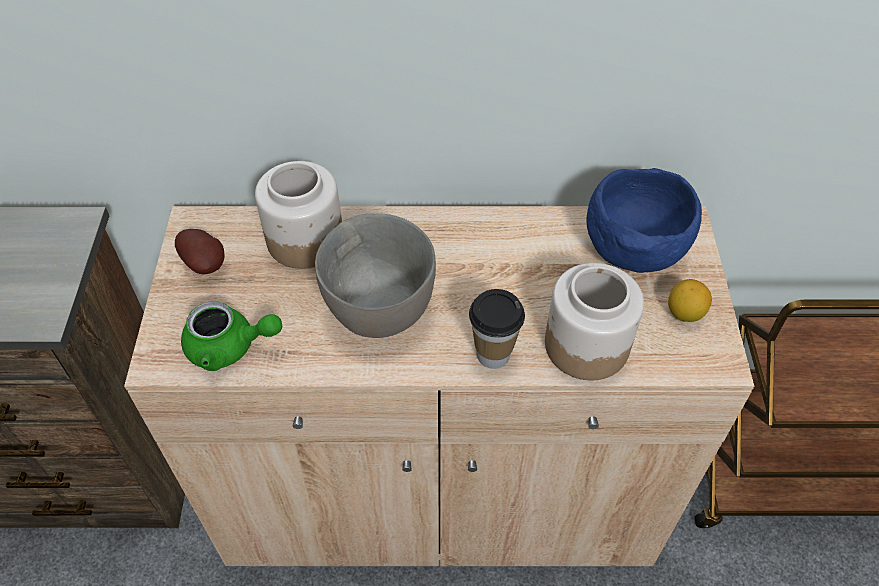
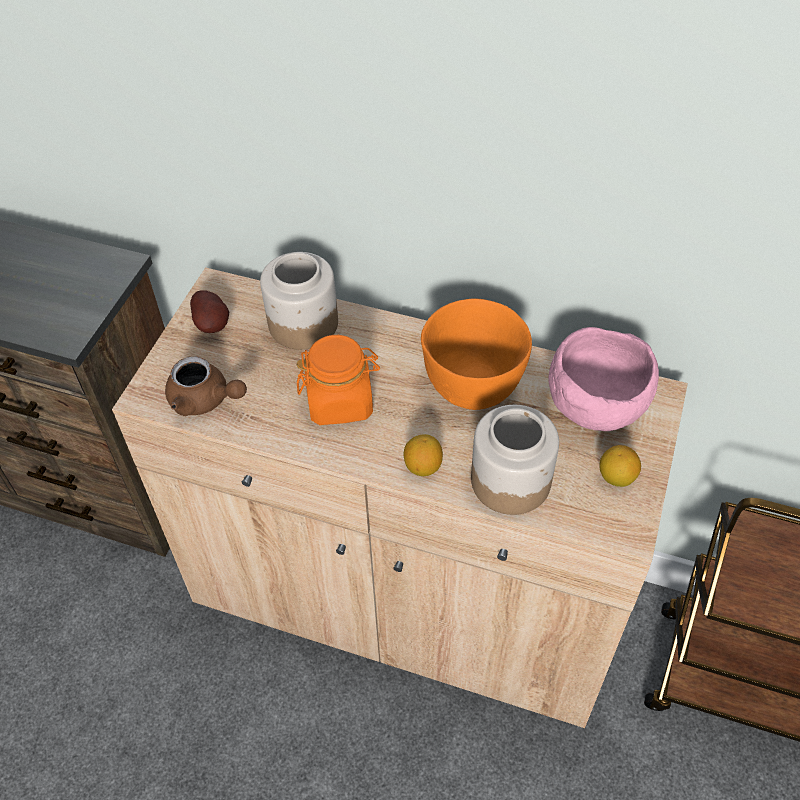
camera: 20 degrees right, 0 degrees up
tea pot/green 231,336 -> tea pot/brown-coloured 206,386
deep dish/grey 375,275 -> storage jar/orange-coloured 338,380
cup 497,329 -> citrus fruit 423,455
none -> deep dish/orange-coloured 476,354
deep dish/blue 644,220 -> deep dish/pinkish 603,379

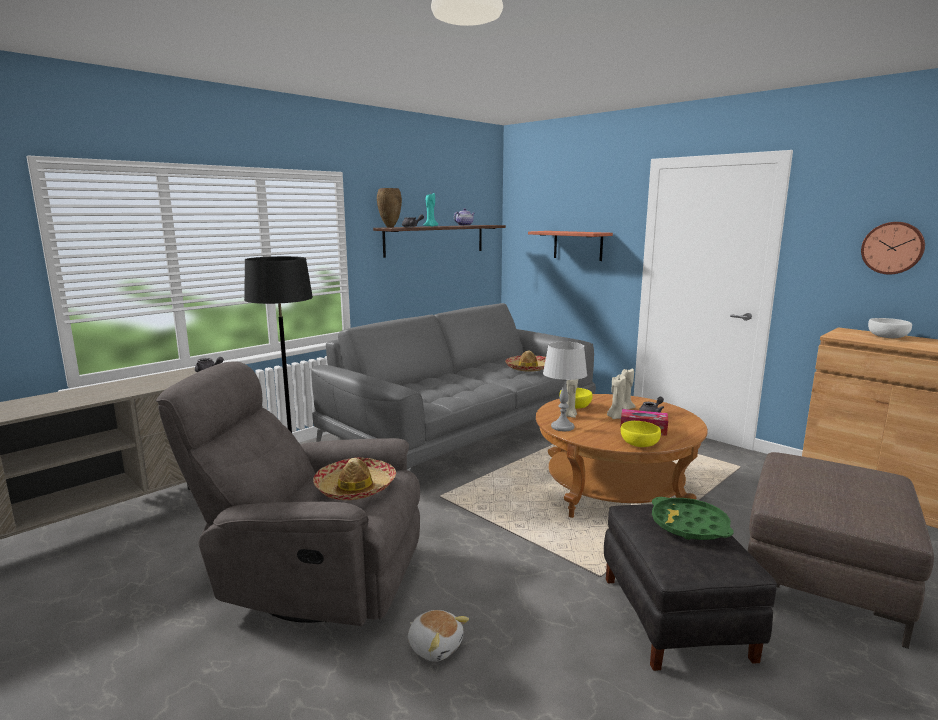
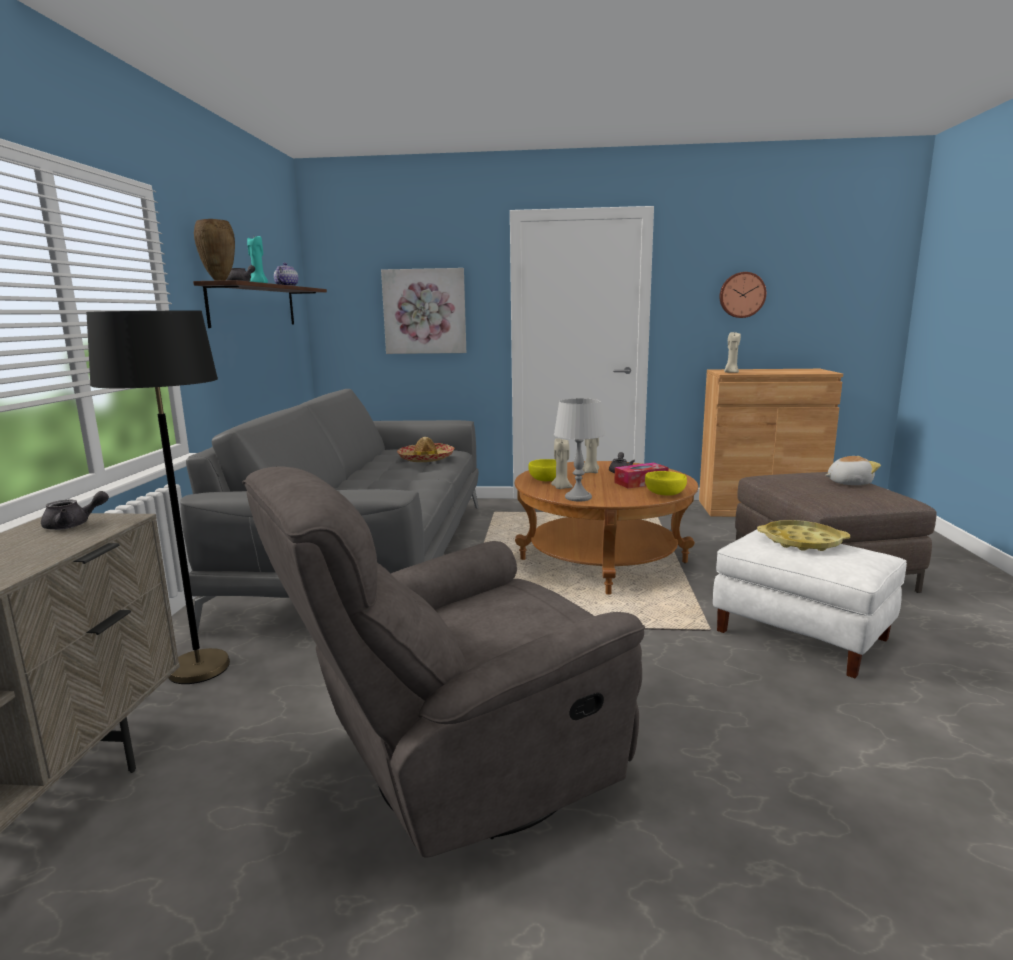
camera: 40 degrees left, 0 degrees up
wall shelf 570,246 -> picture 423,311
footrest/black 690,587 -> footrest/white 810,603
wax candle/beige-coloured 616,396 -> wax candle/beige-coloured 732,352, shifted
serving tray/green 693,518 -> serving tray/yellow 803,535
soft toy 438,636 -> soft toy 853,470, shifted
clothing hat 354,478 -> none
deep dish/white 890,328 -> none

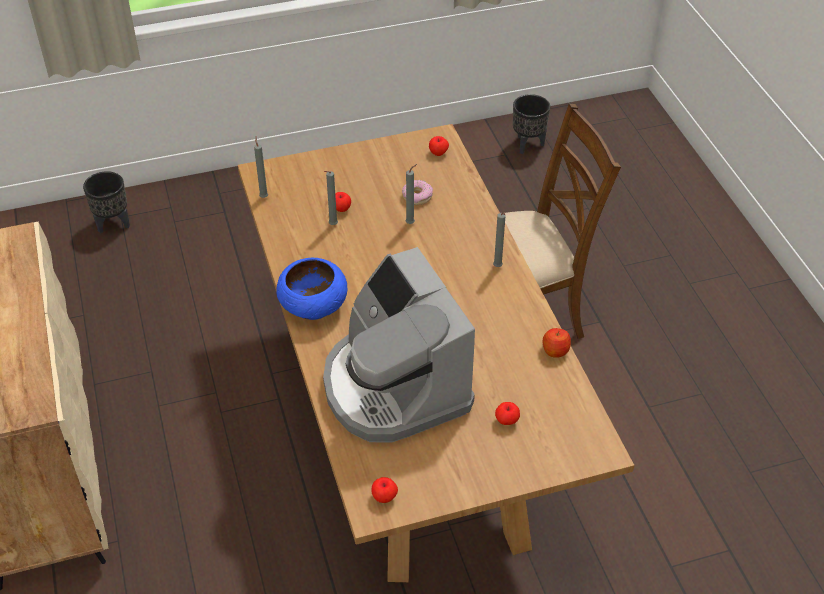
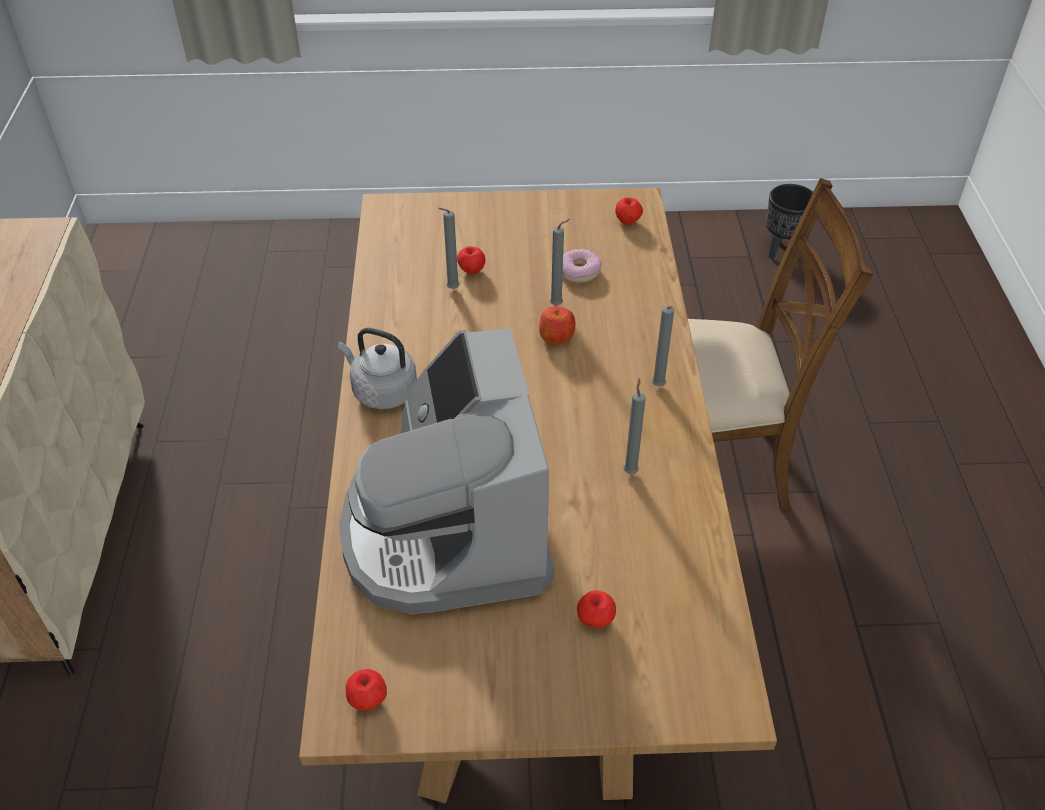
camera: 15 degrees right, 0 degrees up
deep dish/blue 311,288 -> tea kettle/grey 377,368
whole apple 557,343 -> whole apple 557,325, shifted
wax candle/grey 261,167 -> wax candle/grey 635,426, shifted
planter/black 106,202 -> none

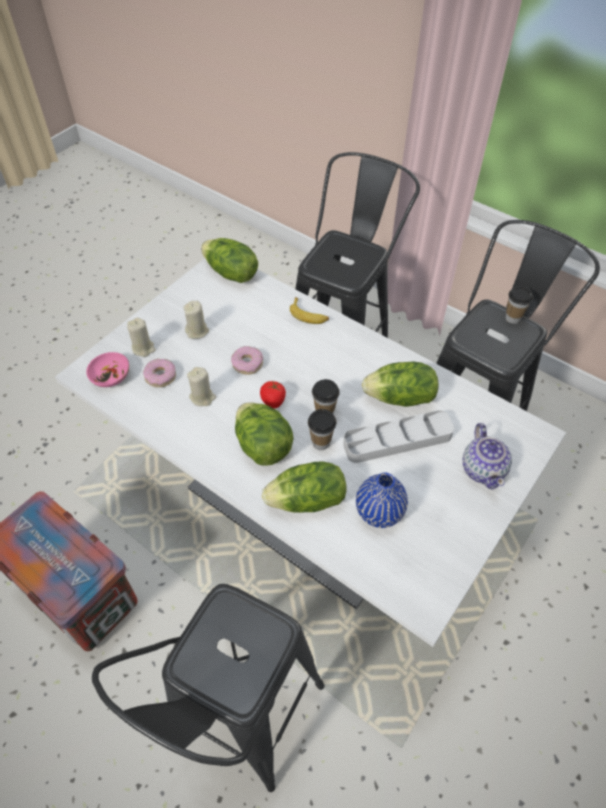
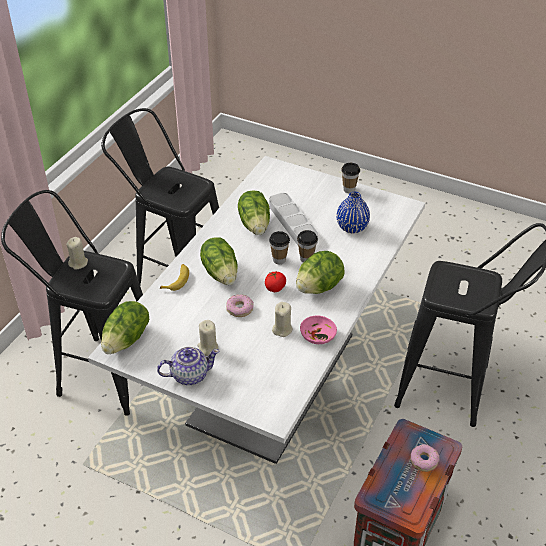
camera: 100 degrees left, 10 degrees down
wax candle/beige-coloured 141,337 -> wax candle/beige-coloured 77,253, shifted
tea pot 487,456 -> tea pot 188,366, shifted
head of lettuce 304,487 -> head of lettuce 218,261, shifted
deep dish/pinkish 107,369 -> deep dish/pinkish 318,329, shifted
cup 519,305 -> cup 350,178, shifted
ring doughnut 159,373 -> ring doughnut 425,458, shifted

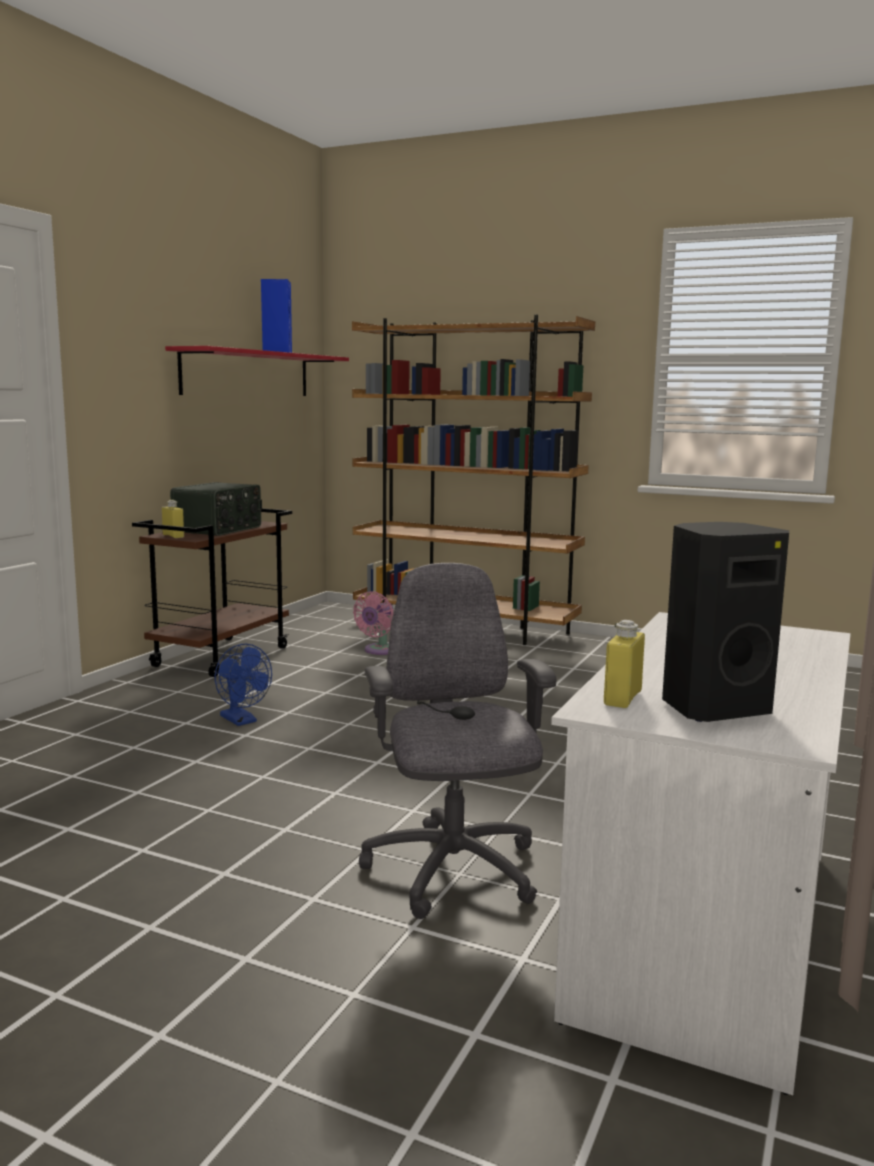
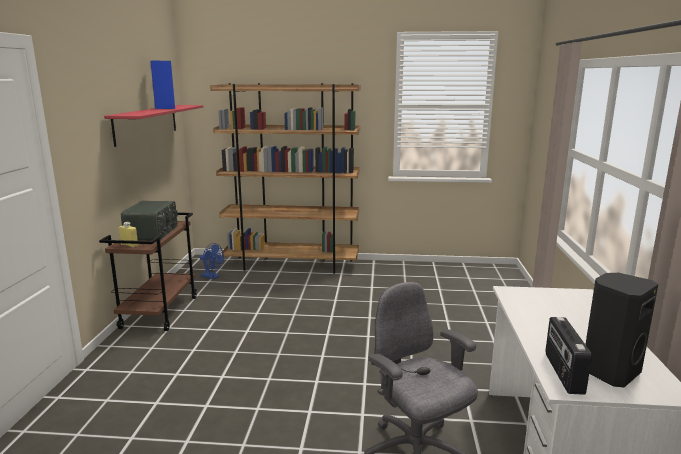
camera: 20 degrees left, 5 degrees up
cooling fan/blue 243,685 -> cooling fan/blue 211,261, shifted
bottle/yellow 624,664 -> radio receiver 569,356
cooling fan/pinkish 373,623 -> none

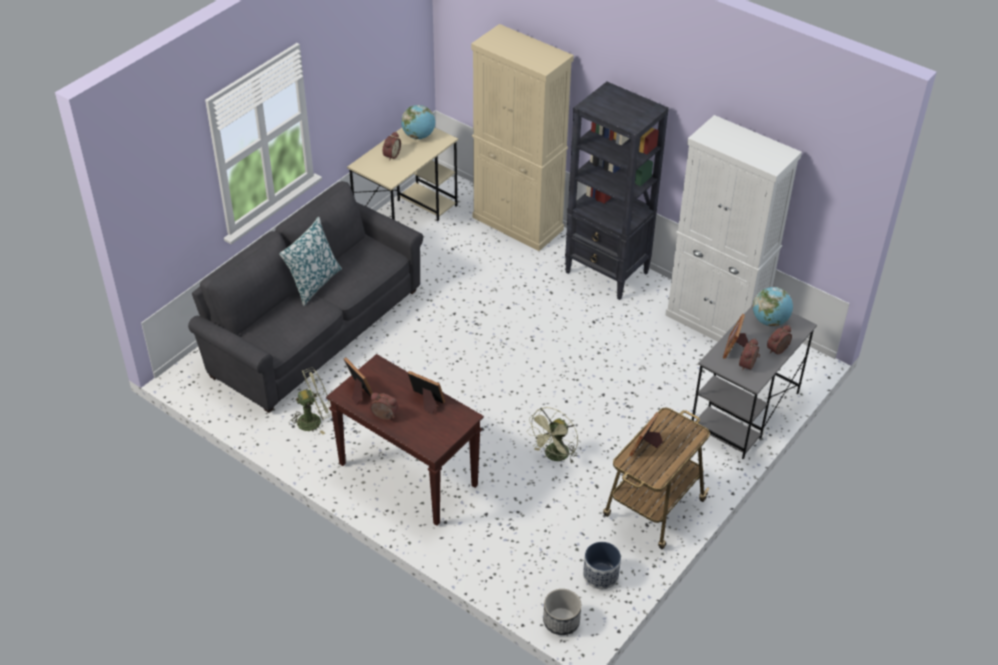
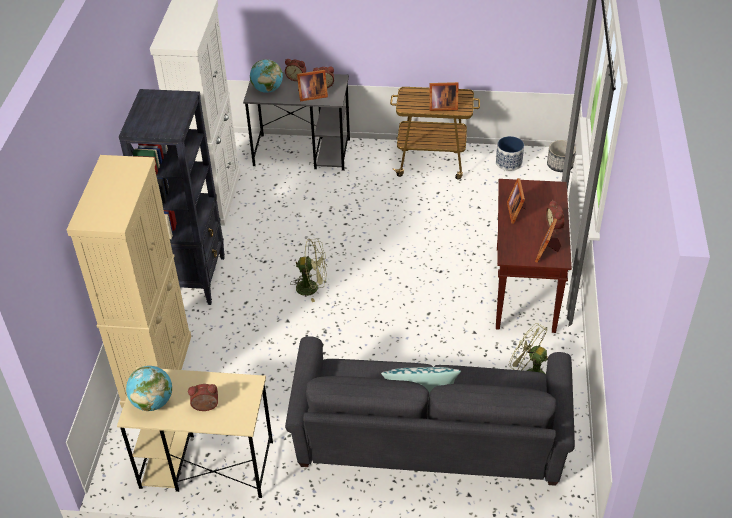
camera: 120 degrees left, 0 degrees up
cooling fan/green 552,435 -> cooling fan/green 308,270, shifted

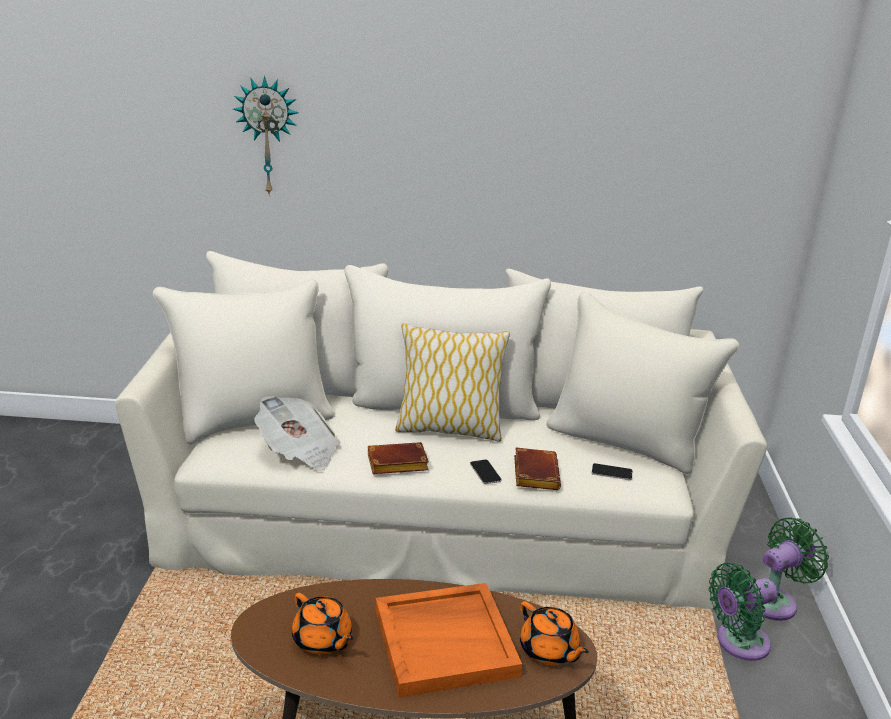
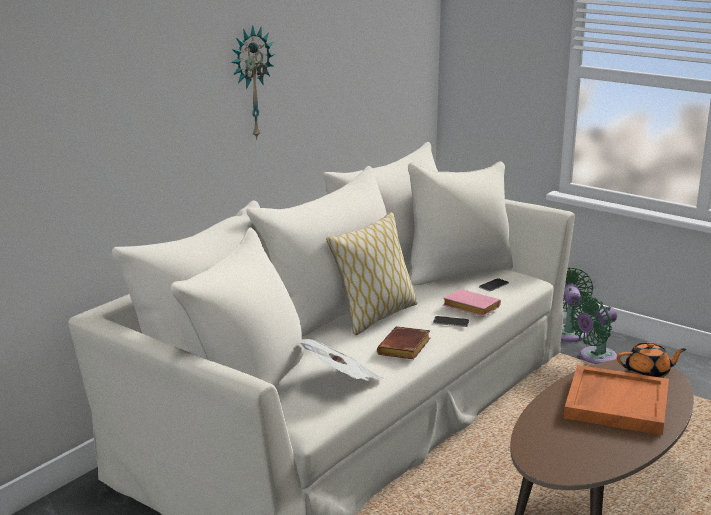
camera: 55 degrees left, 5 degrees down
wall clock 266,136 -> wall clock 253,82, shifted
bound book/brown-coloured 537,469 -> bound book/pinkish 472,303
cooling fan/green 743,611 -> cooling fan/green 593,330, 45 degrees clockwise
tea pot/orange-coloured 323,623 -> none

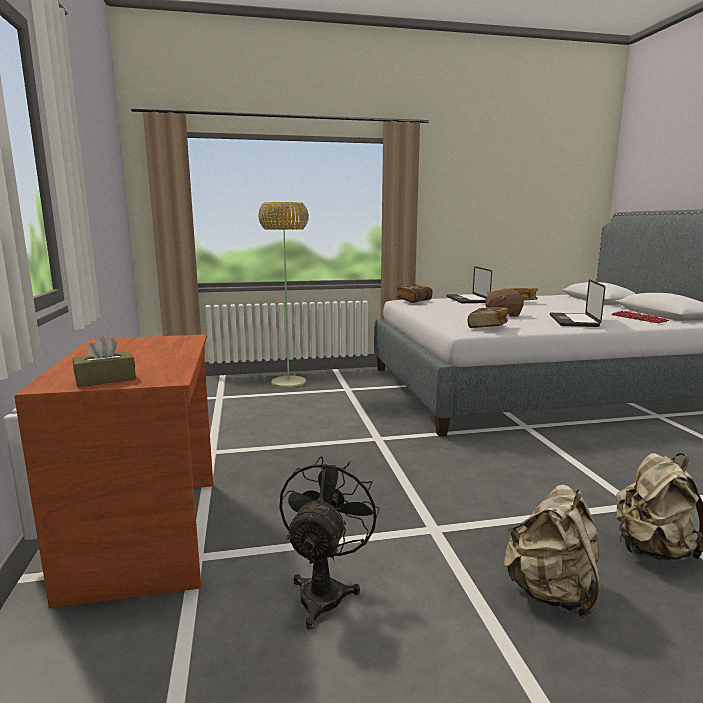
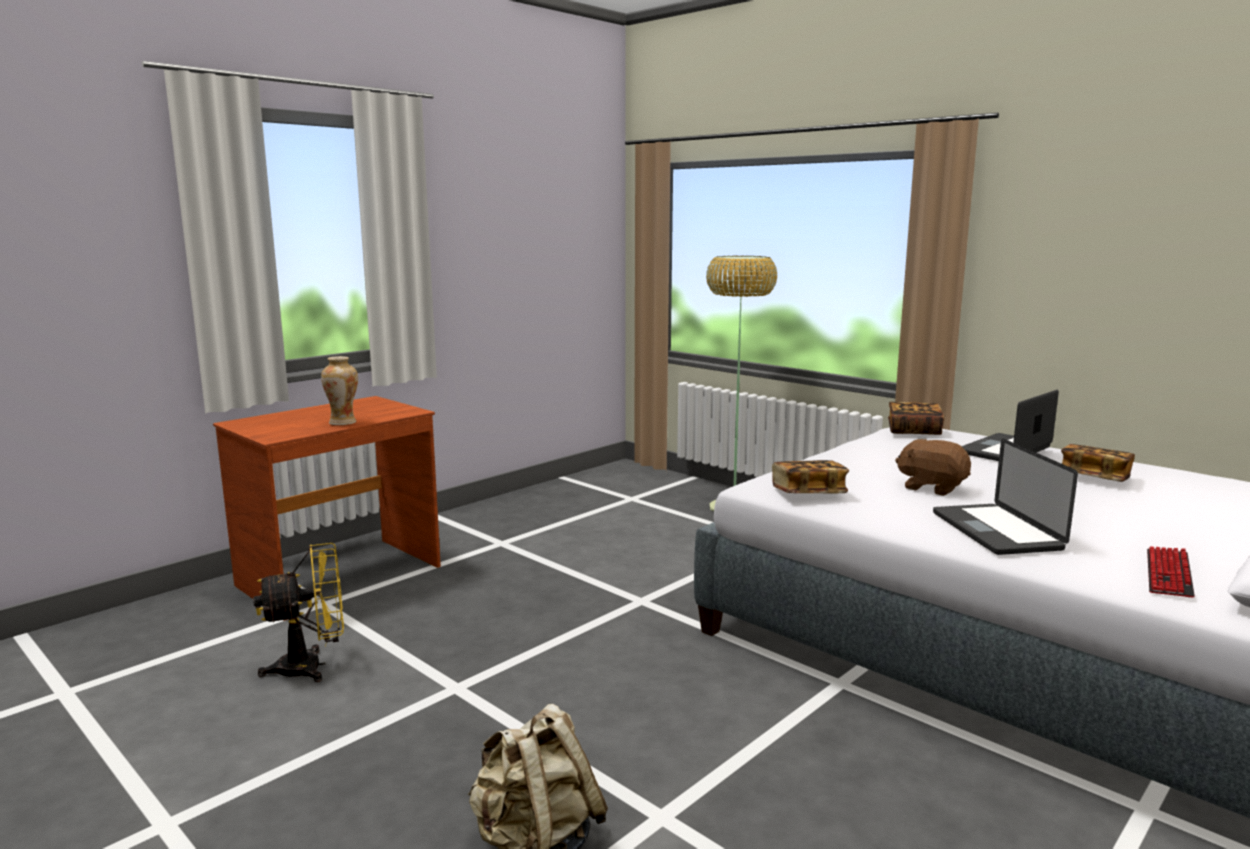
camera: 55 degrees right, 0 degrees up
cooling fan/black 329,542 -> cooling fan/yellow 298,612
none -> vase 339,390
portable computer 577,303 -> portable computer 1005,497, 75 degrees counterclockwise
tissue holder/brown-coloured 104,361 -> none
rucksack/beige-coloured 551,551 -> none

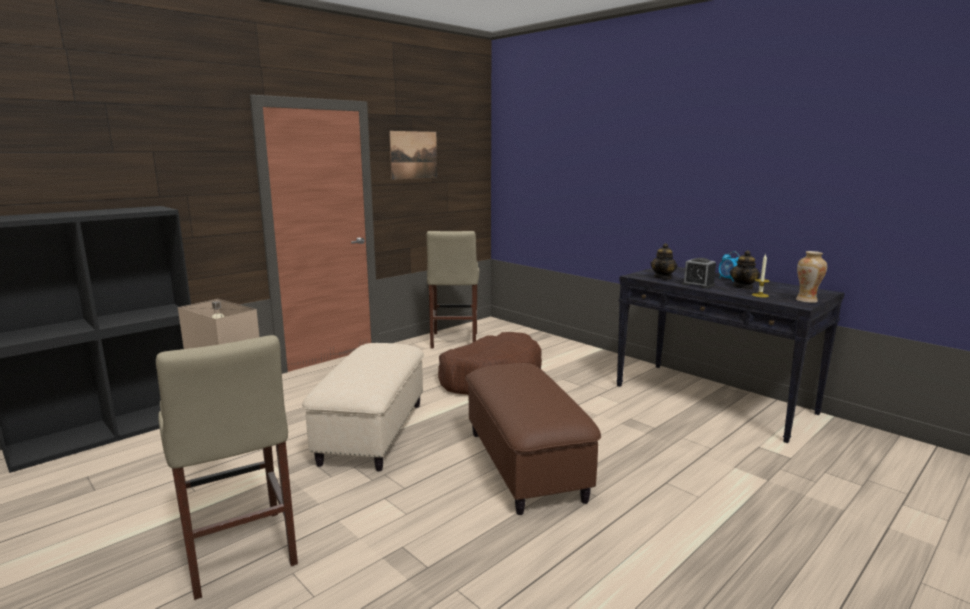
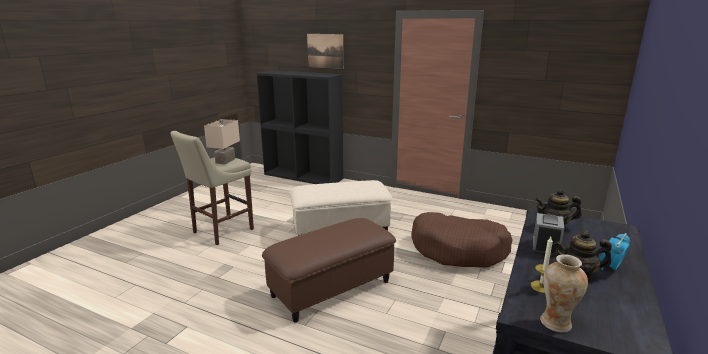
camera: 70 degrees right, 5 degrees up
picture 413,155 -> picture 325,51, shifted
stool/beige-coloured 452,289 -> none

